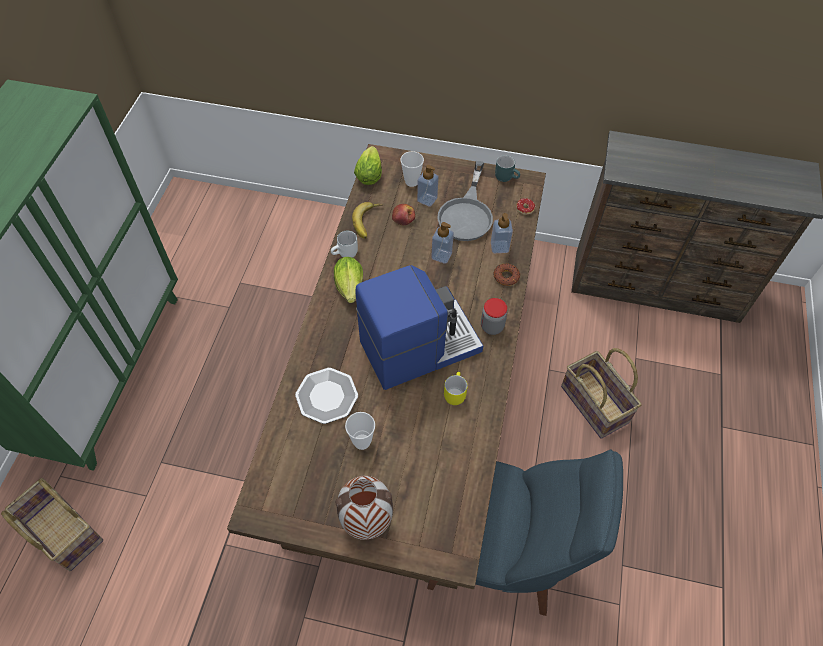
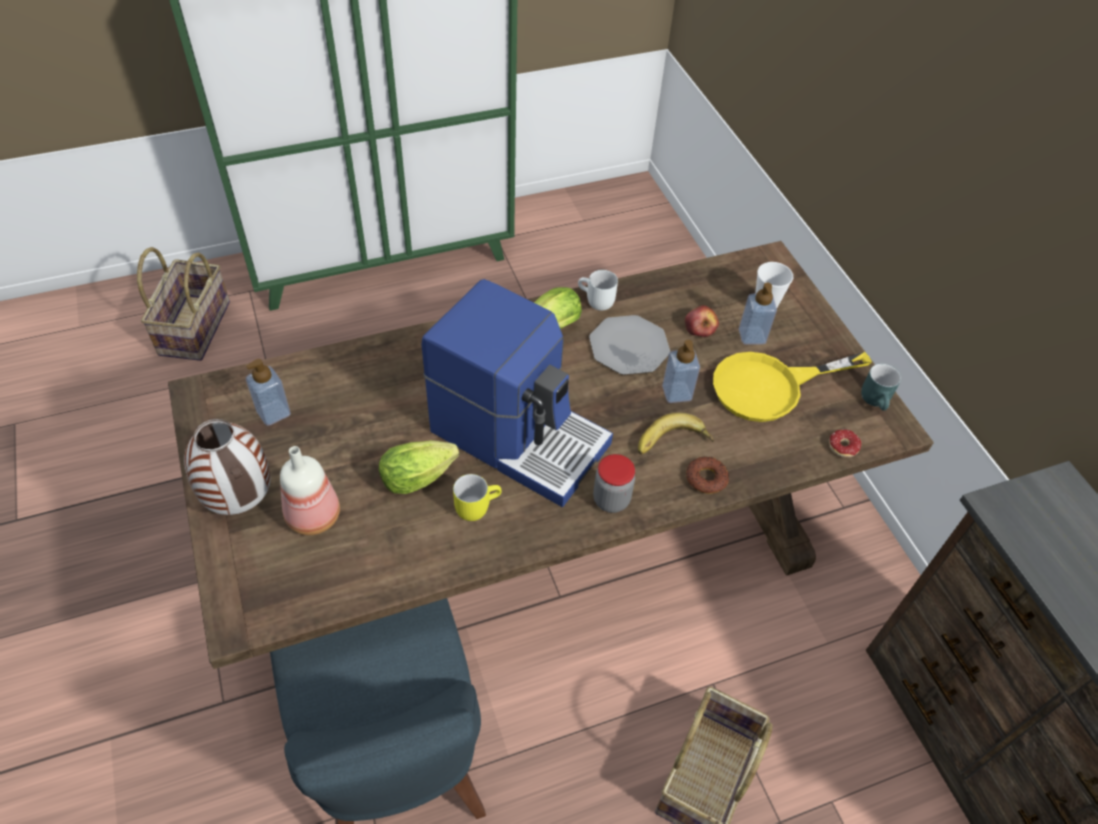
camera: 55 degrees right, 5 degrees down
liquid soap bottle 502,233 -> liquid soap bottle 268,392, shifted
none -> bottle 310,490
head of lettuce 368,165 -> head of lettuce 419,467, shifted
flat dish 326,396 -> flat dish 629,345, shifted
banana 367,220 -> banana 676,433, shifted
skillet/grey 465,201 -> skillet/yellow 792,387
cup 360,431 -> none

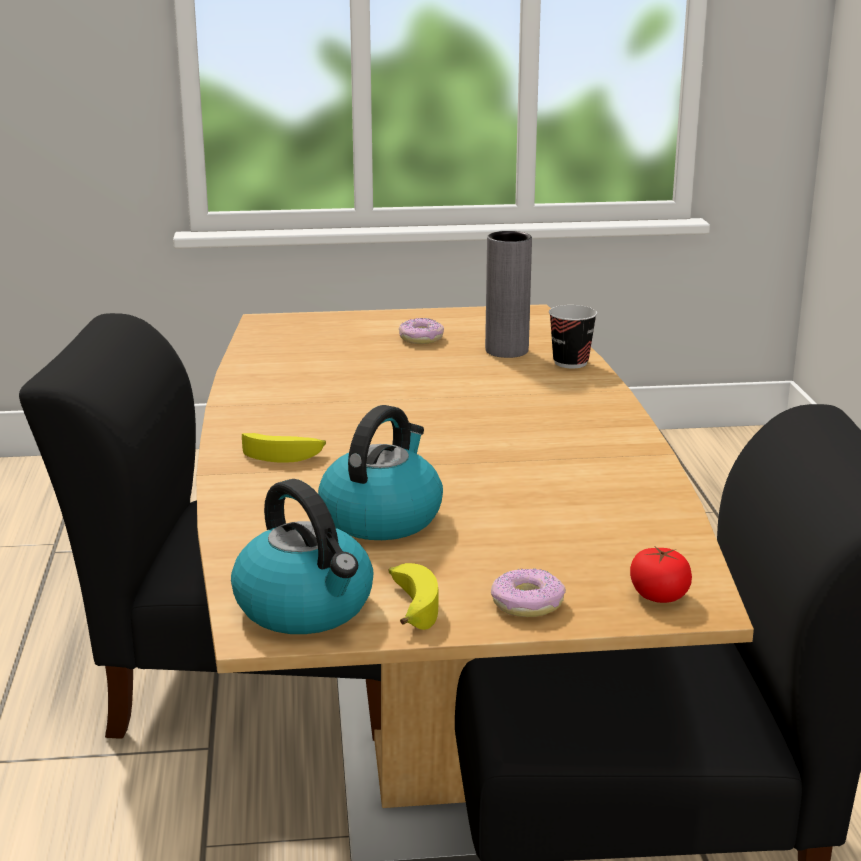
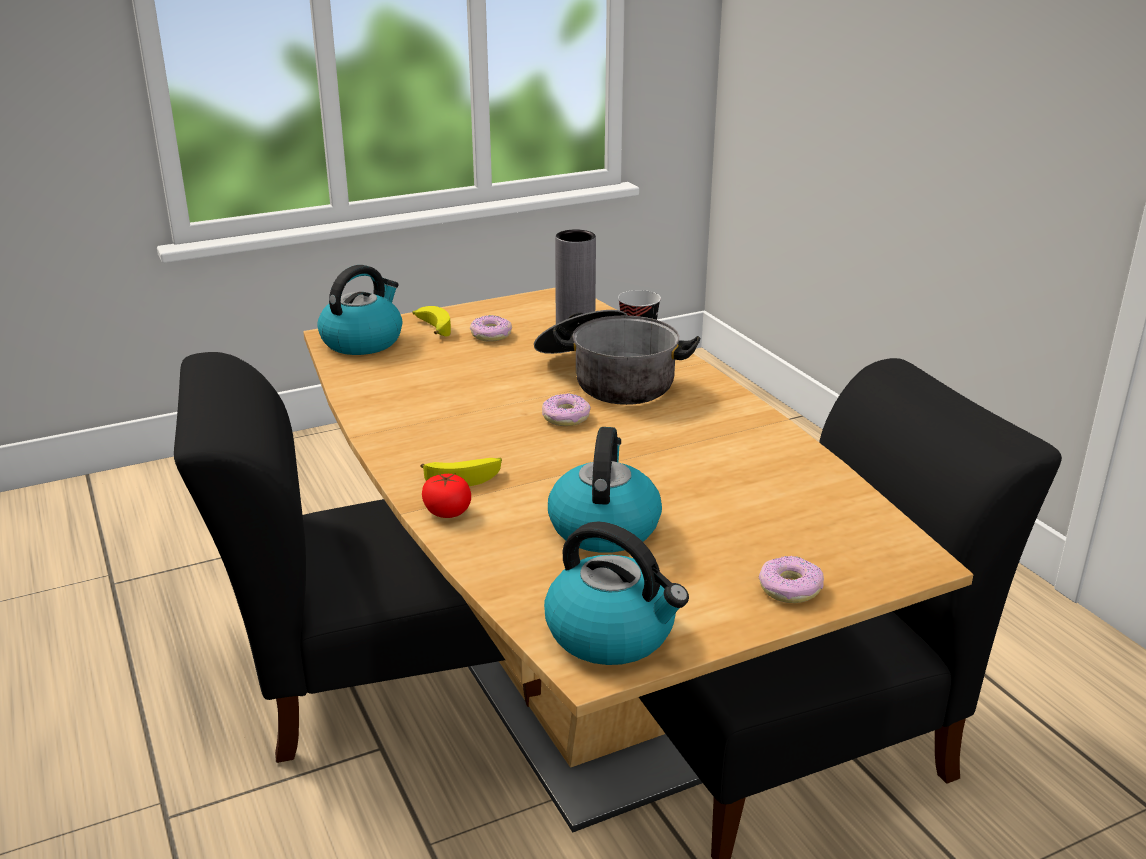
camera: 20 degrees left, 5 degrees up
none -> tea kettle 359,310
banana 414,596 -> banana 432,321, shifted
fresh tomato 661,574 -> fresh tomato 446,495, shifted
none -> stockpot 617,357
none -> ring doughnut 566,410

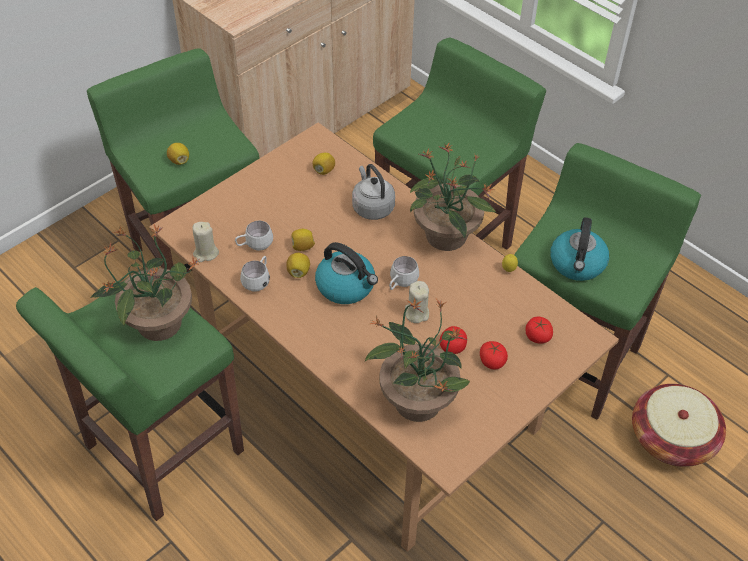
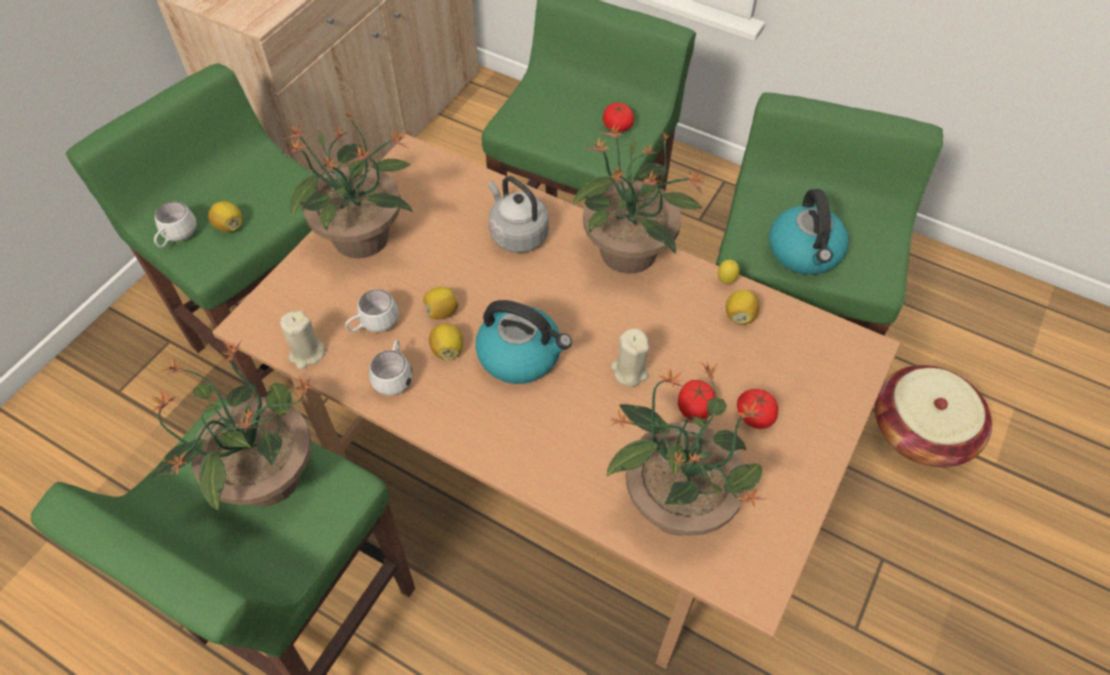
camera: 15 degrees left, 5 degrees up
tea mug/white 404,273 -> tea mug/white 175,225, shifted
none -> plant in a pot 347,184
fresh tomato 539,330 -> fresh tomato 618,117, shifted
citrus fruit 323,164 -> citrus fruit 743,307, shifted

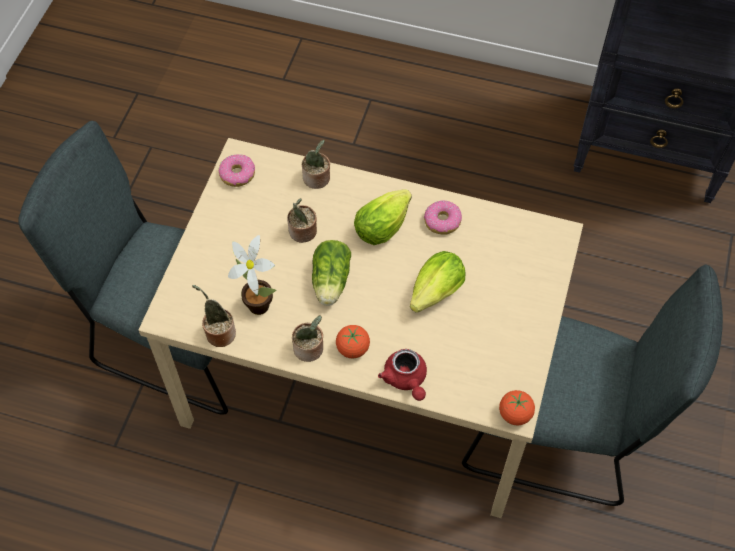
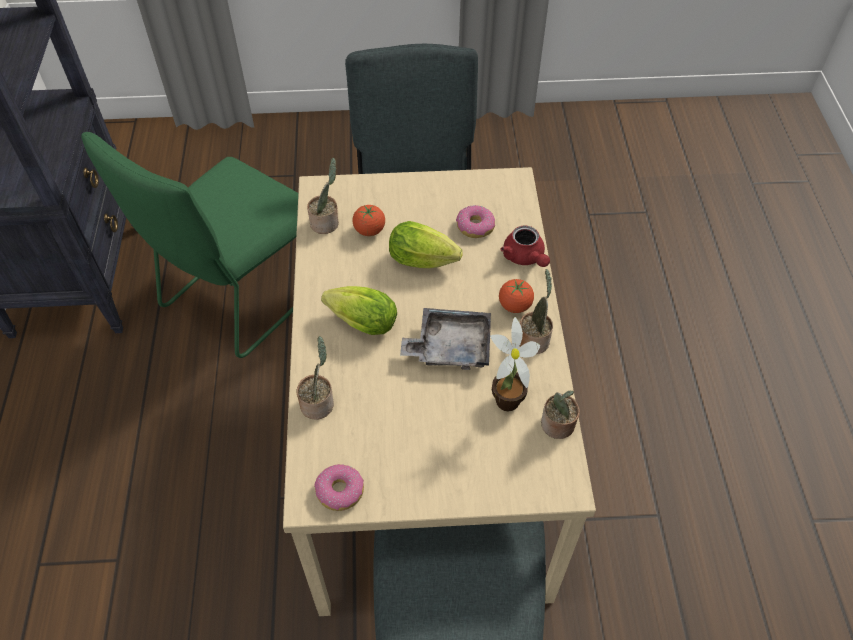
camera: 110 degrees left, 5 degrees down
none -> plain chair/green 189,245
plant in a pot 302,220 -> plant in a pot 323,196, shifted
fresh tomato 517,408 -> fresh tomato 369,220, shifted
head of lettuce 331,273 -> serving tray/grey 445,339
ring doughnut 443,217 -> ring doughnut 475,221, shifted
tea pot/red 402,375 -> tea pot/red 525,246, 105 degrees clockwise

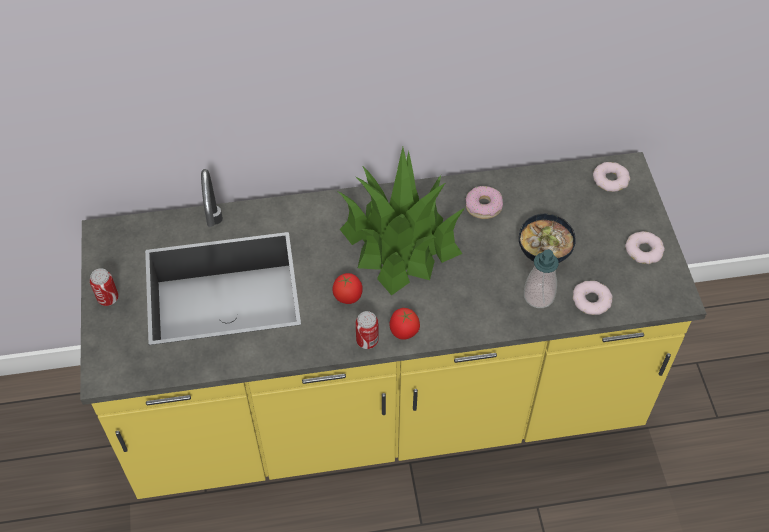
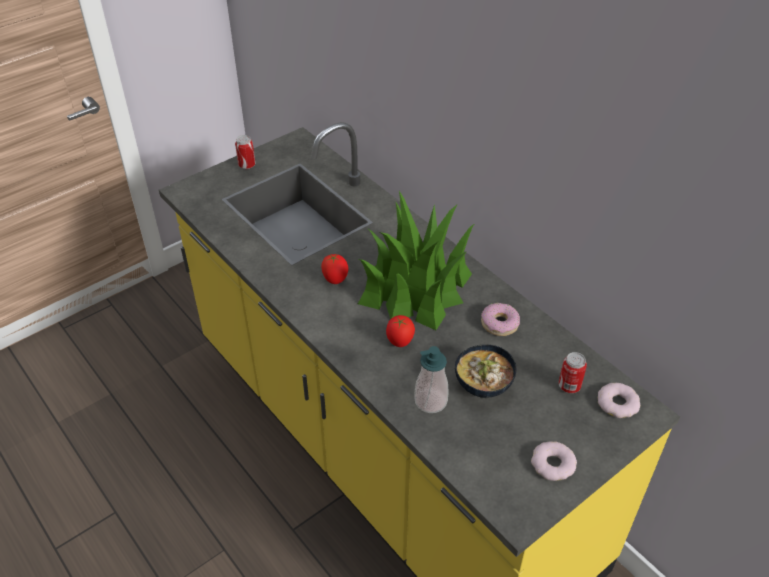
camera: 60 degrees right, 10 degrees down
fresh tomato 404,324 -> fresh tomato 400,331, shifted
metal can 367,330 -> metal can 573,372, shifted
ring doughnut 593,298 -> none

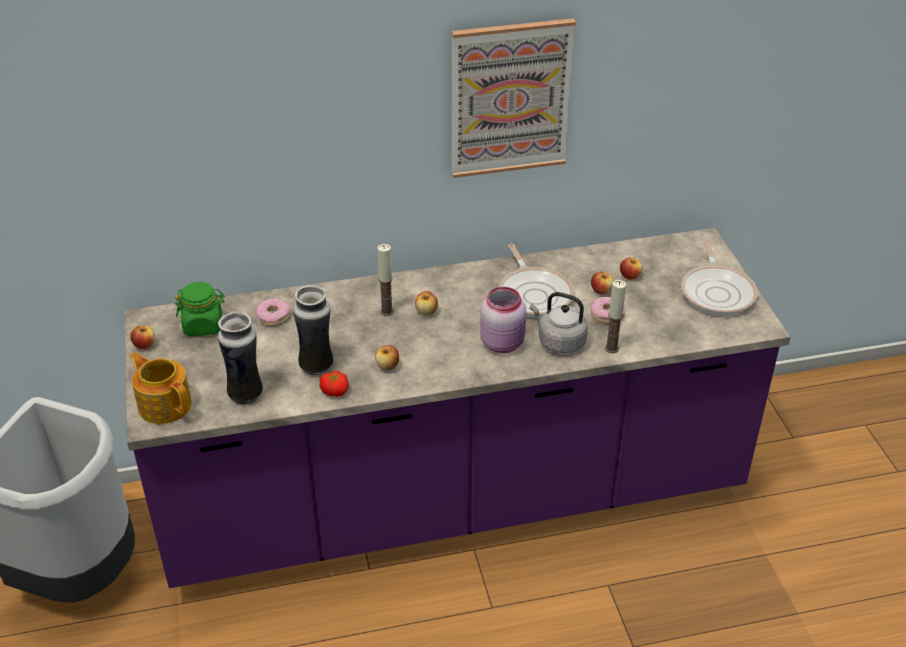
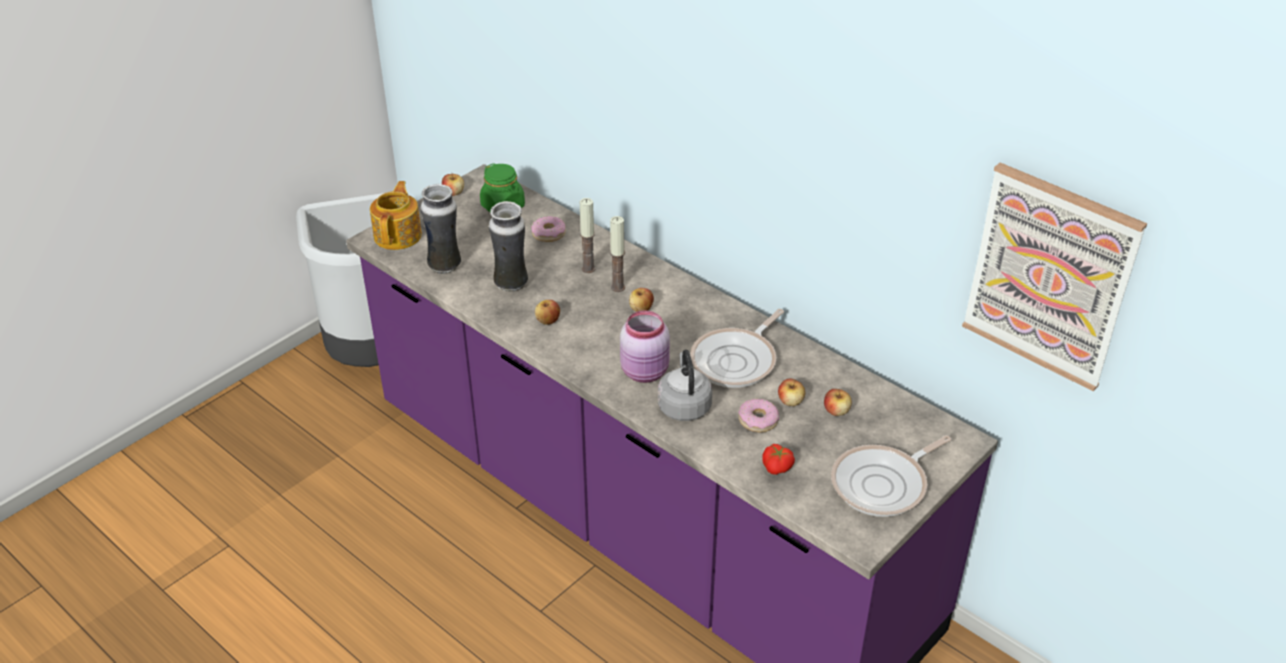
camera: 55 degrees right, 0 degrees up
wax candle 615,316 -> wax candle 588,235, shifted
fresh tomato 334,384 -> fresh tomato 778,459, shifted
picture 514,98 -> picture 1054,277, shifted

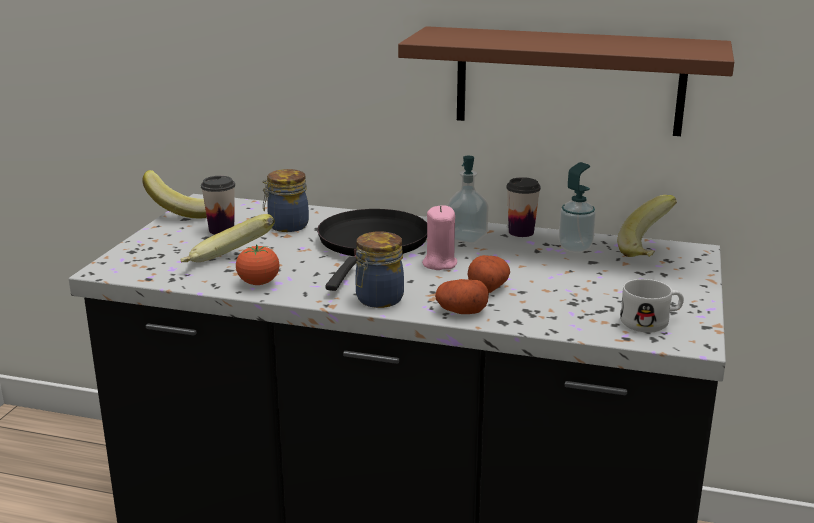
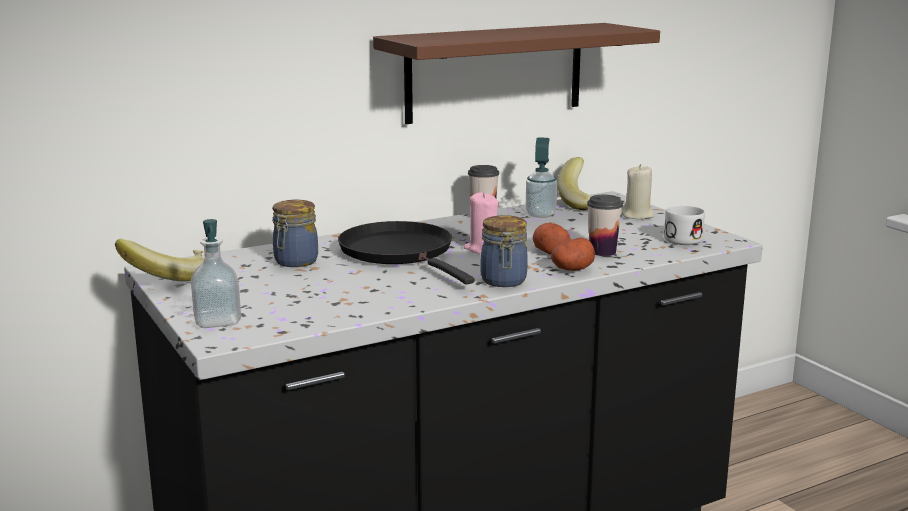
camera: 45 degrees left, 5 degrees down
liquid soap bottle 467,200 -> liquid soap bottle 216,273, shifted
cup 218,205 -> cup 605,225, shifted
none -> wax candle/beige-coloured 638,191
banana 227,238 -> none
fresh tomato 257,264 -> none

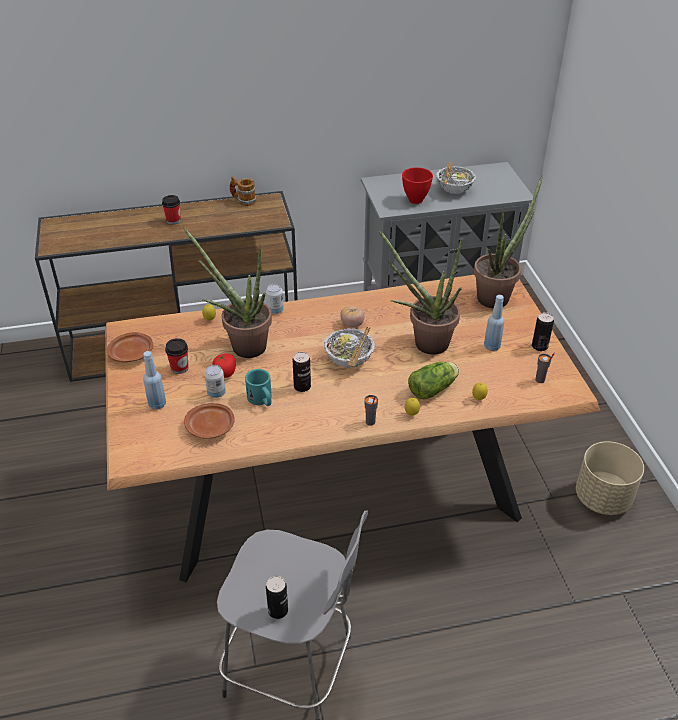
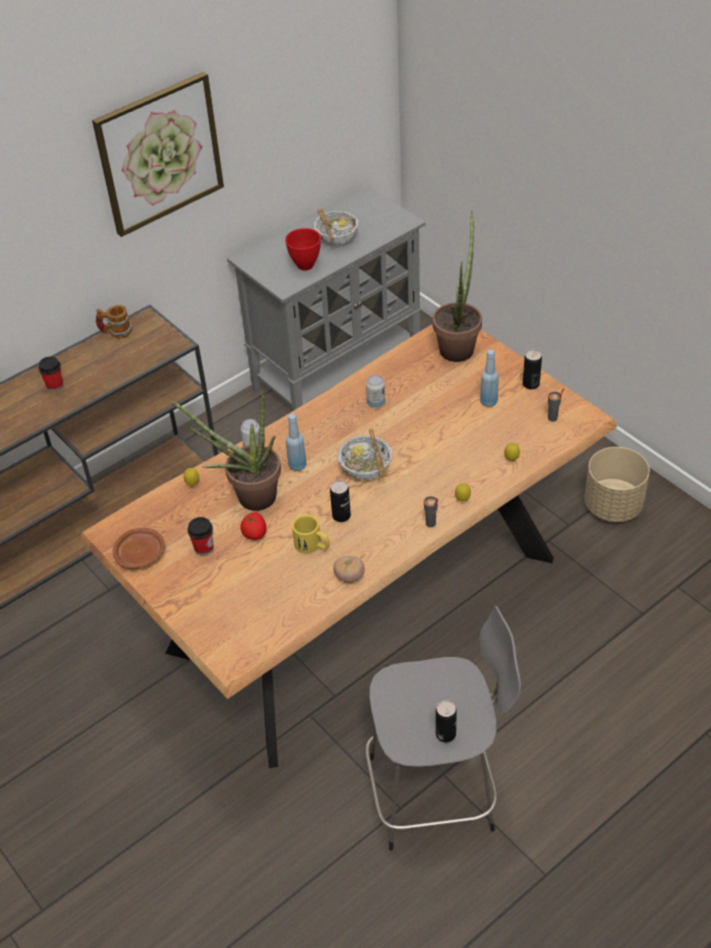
camera: 25 degrees left, 5 degrees up
none -> picture 158,154
bottle/blue 154,380 -> bottle/blue 296,442, shifted
tea mug/blue-green 258,387 -> tea mug/yellow 311,534
fresh tomato 352,316 -> fresh tomato 349,569, shifted
metal can 215,381 -> metal can 375,391, shifted
flat dish/brown-coloured 209,421 -> none
plant in a pot 420,292 -> none
head of lettuce 433,381 -> none

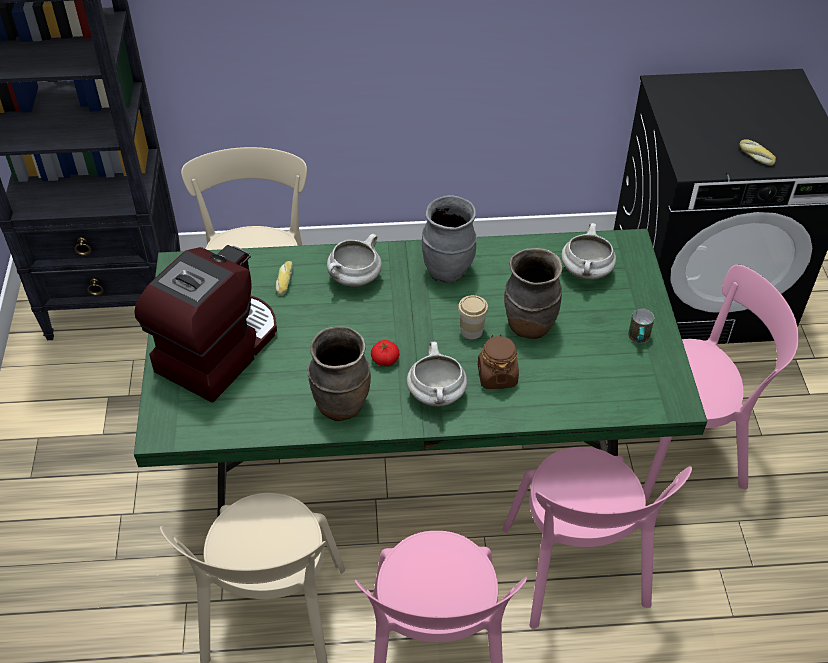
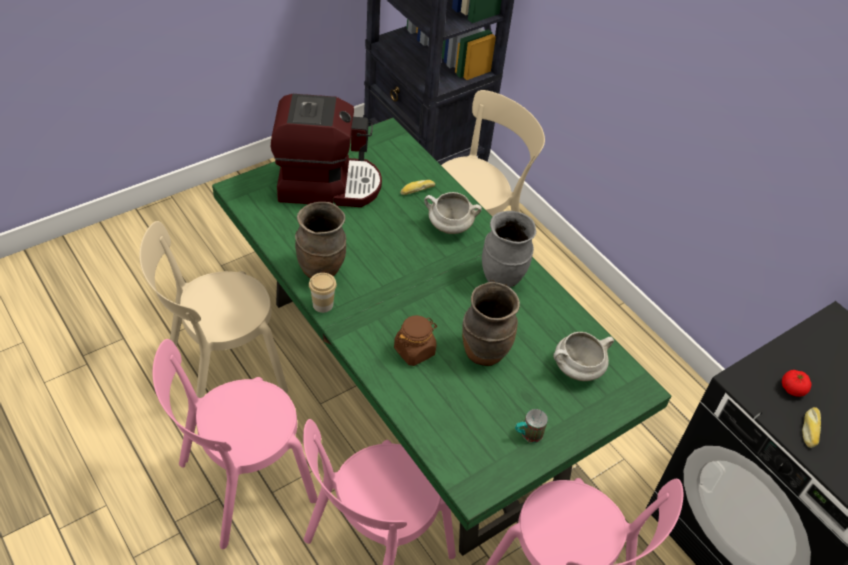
camera: 55 degrees right, 0 degrees up
cup 473,317 -> cup 323,293, shifted
fresh tomato 385,353 -> fresh tomato 797,383, shifted
stockpot/white 437,374 -> none

